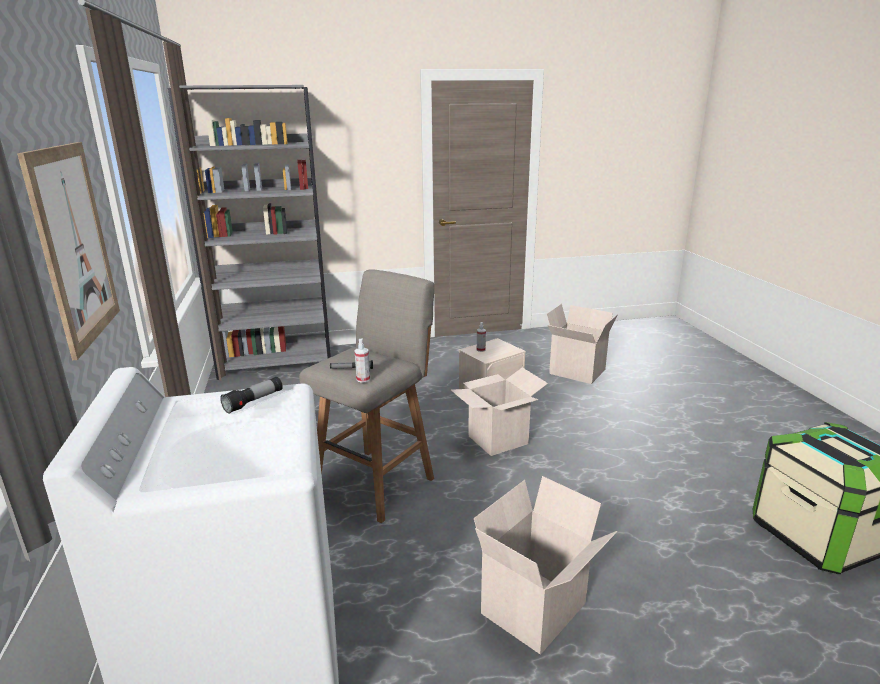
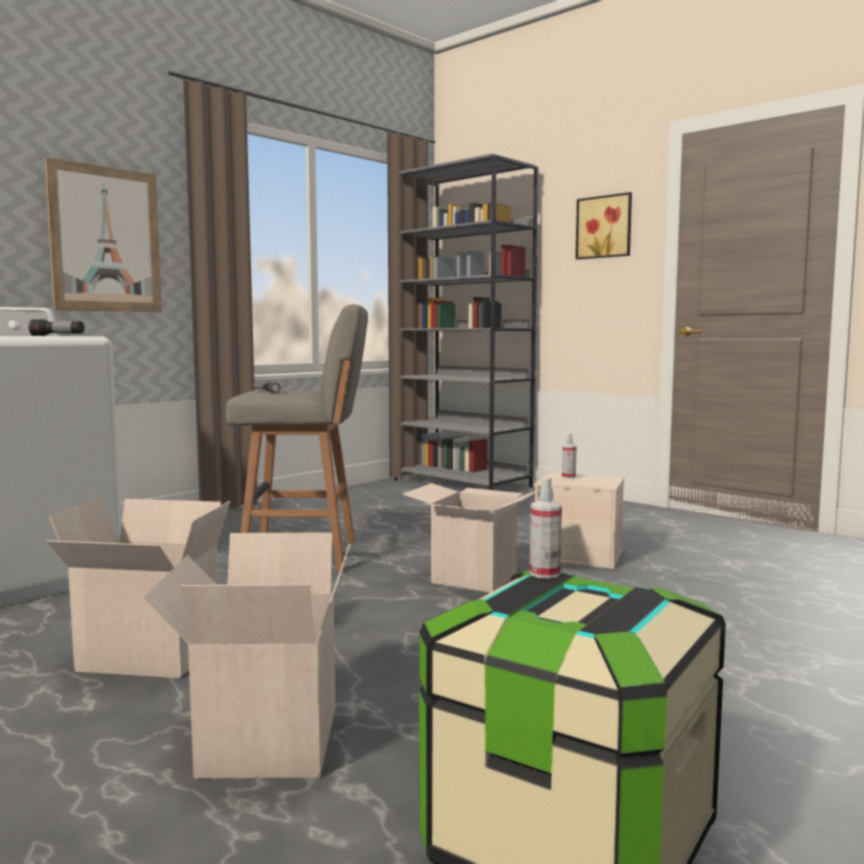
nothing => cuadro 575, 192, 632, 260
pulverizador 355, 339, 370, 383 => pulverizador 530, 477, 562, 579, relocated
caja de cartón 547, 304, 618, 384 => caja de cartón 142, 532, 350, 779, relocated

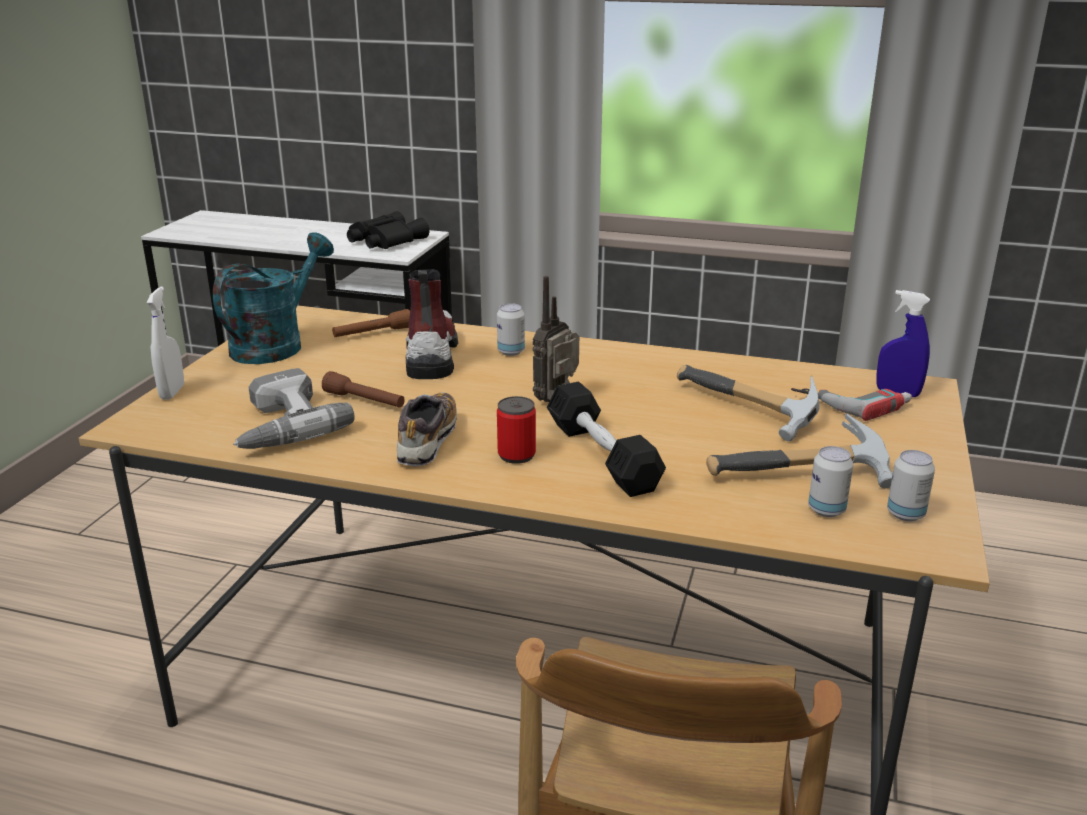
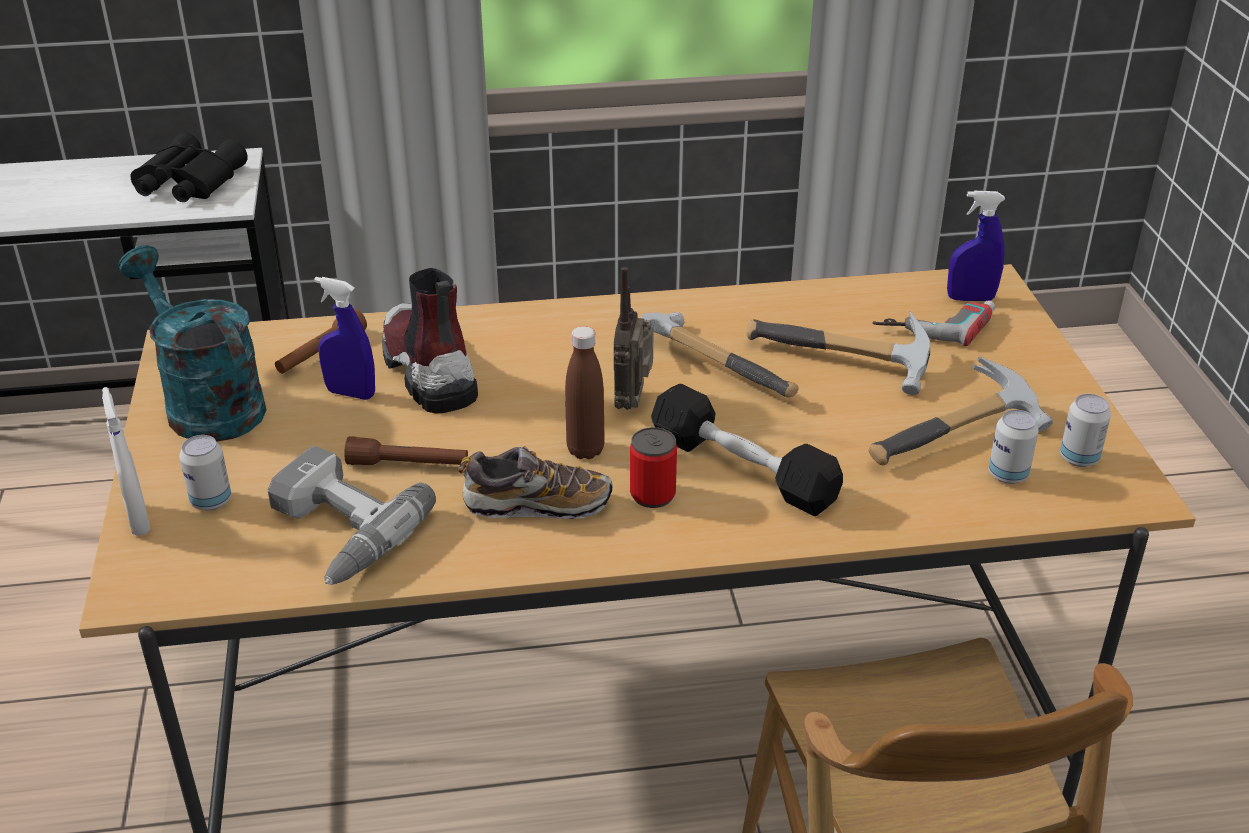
nothing => pulverizador [azul] 314, 277, 375, 400
nothing => botella [marrón] 565, 326, 605, 459
nothing => martillo 641, 312, 798, 397
lata 497, 303, 525, 356 => lata 179, 435, 231, 511, relocated
regadera [turquesa] 213, 232, 334, 364 => regadera [turquesa] 118, 245, 266, 442, 45 degrees counterclockwise
zapato 397, 392, 457, 467 => zapato 458, 446, 613, 519, 105 degrees clockwise

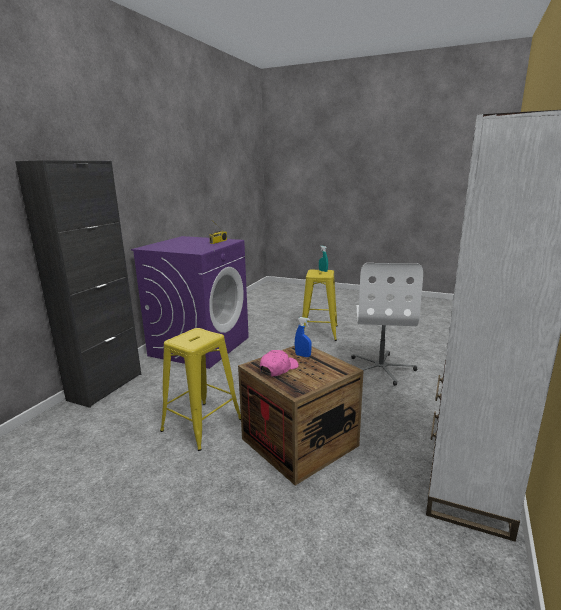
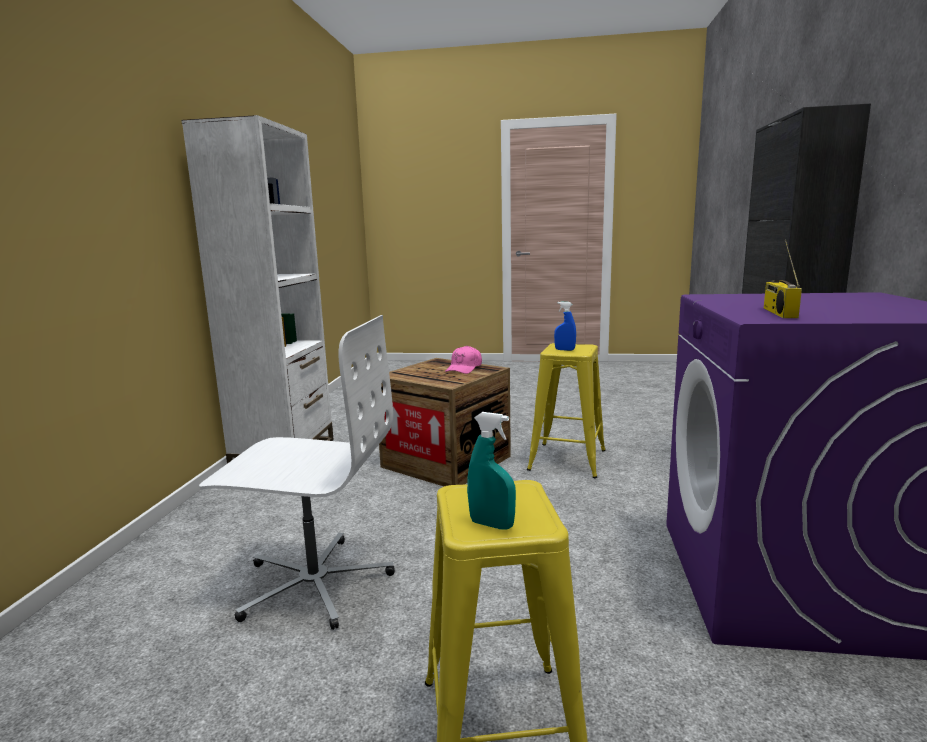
pulverizador [azul] 295, 317, 312, 357 => pulverizador [azul] 554, 302, 576, 351, relocated
silla de oficina [blanco] 351, 263, 423, 386 => silla de oficina [blanco] 199, 315, 395, 630, 105 degrees clockwise

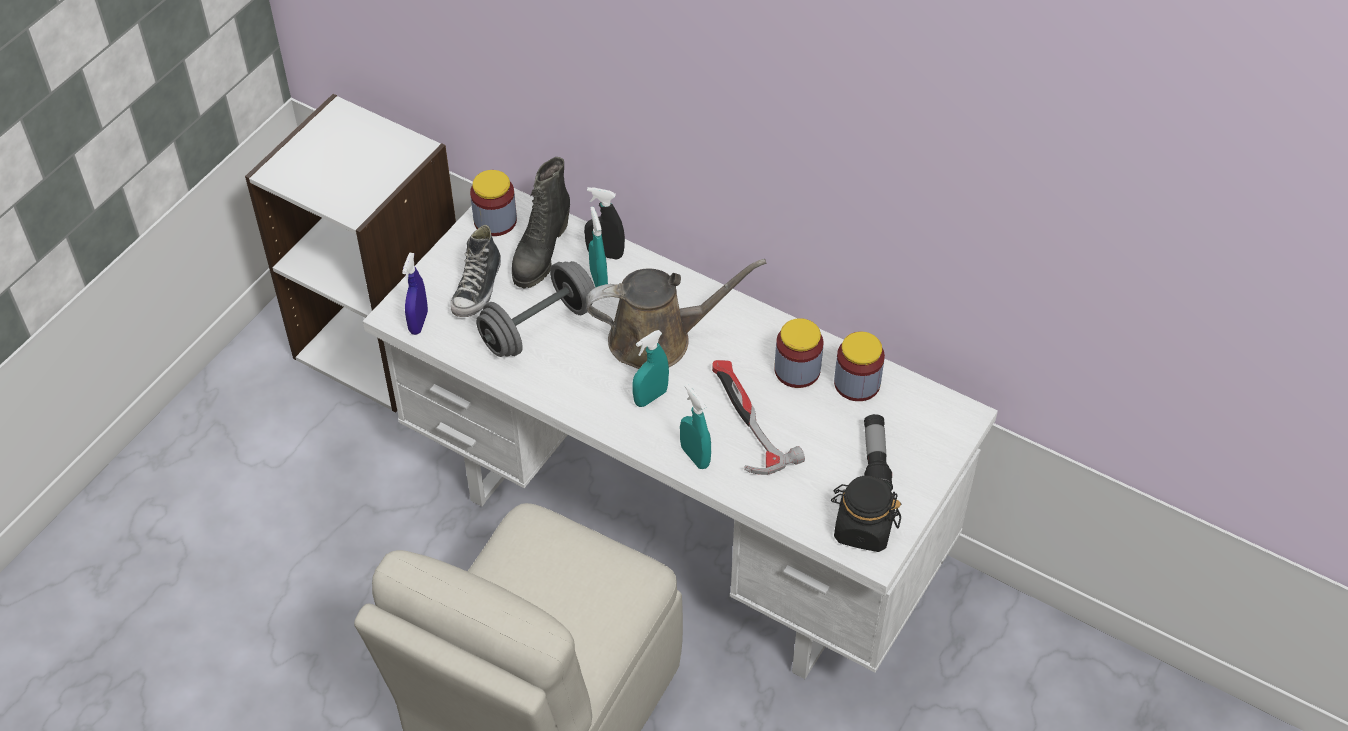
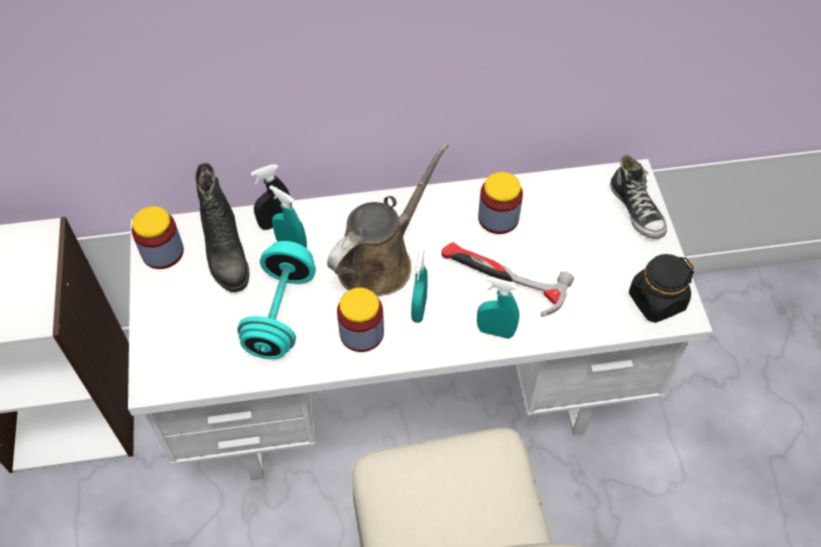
pulverizador [azul] 402, 253, 428, 335 => nothing
linterna 864, 414, 893, 491 => nothing
zapato 450, 225, 501, 317 => zapato 610, 154, 667, 239, relocated
tarro 834, 332, 885, 401 => tarro 337, 288, 384, 352, relocated
mancuerna [gris] 476, 261, 595, 357 => mancuerna [turquesa] 237, 241, 316, 359

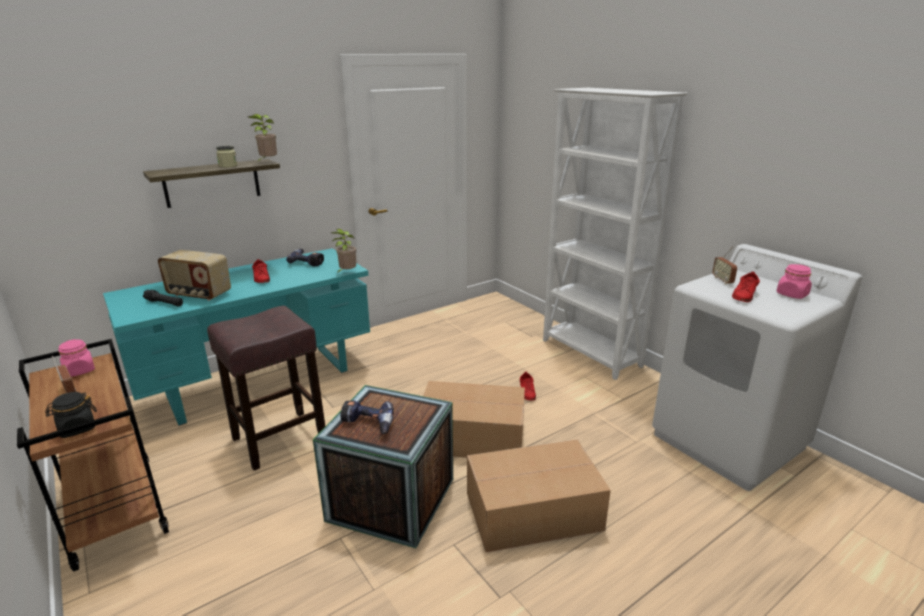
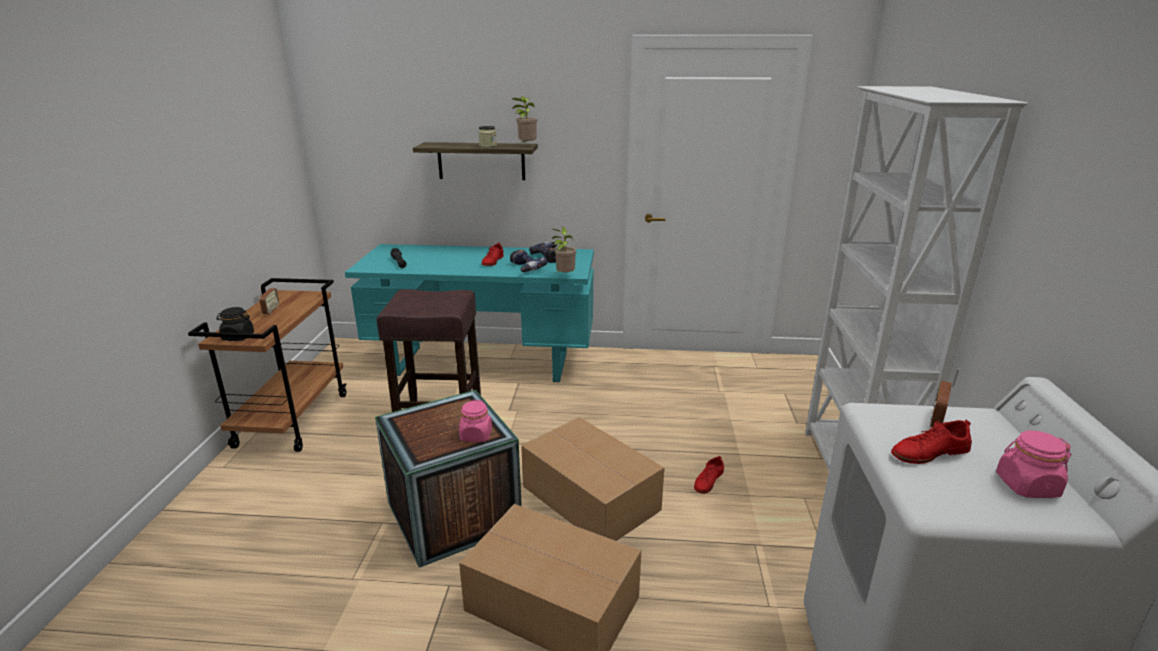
radio 158, 250, 231, 301 => nothing
tarro [rosa] 58, 339, 95, 377 => tarro [rosa] 459, 400, 492, 442, relocated
taladro 340, 400, 394, 434 => taladro 510, 250, 547, 272, relocated

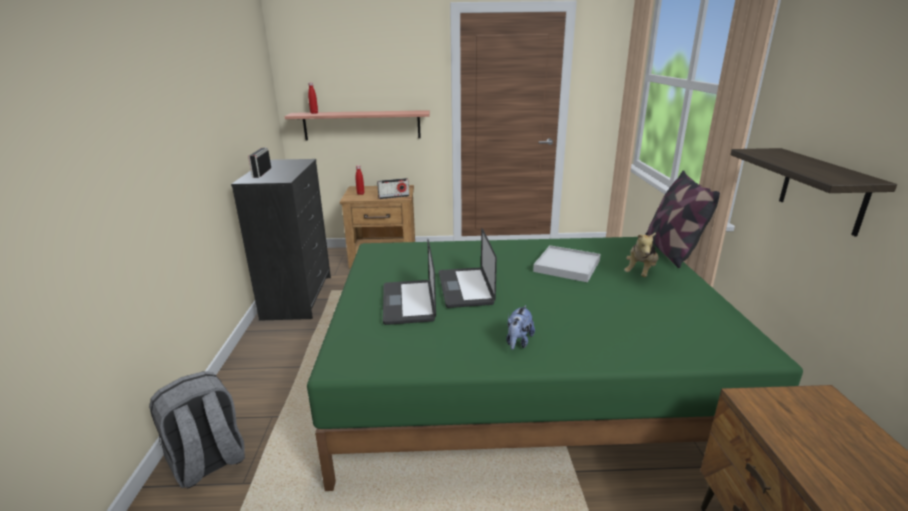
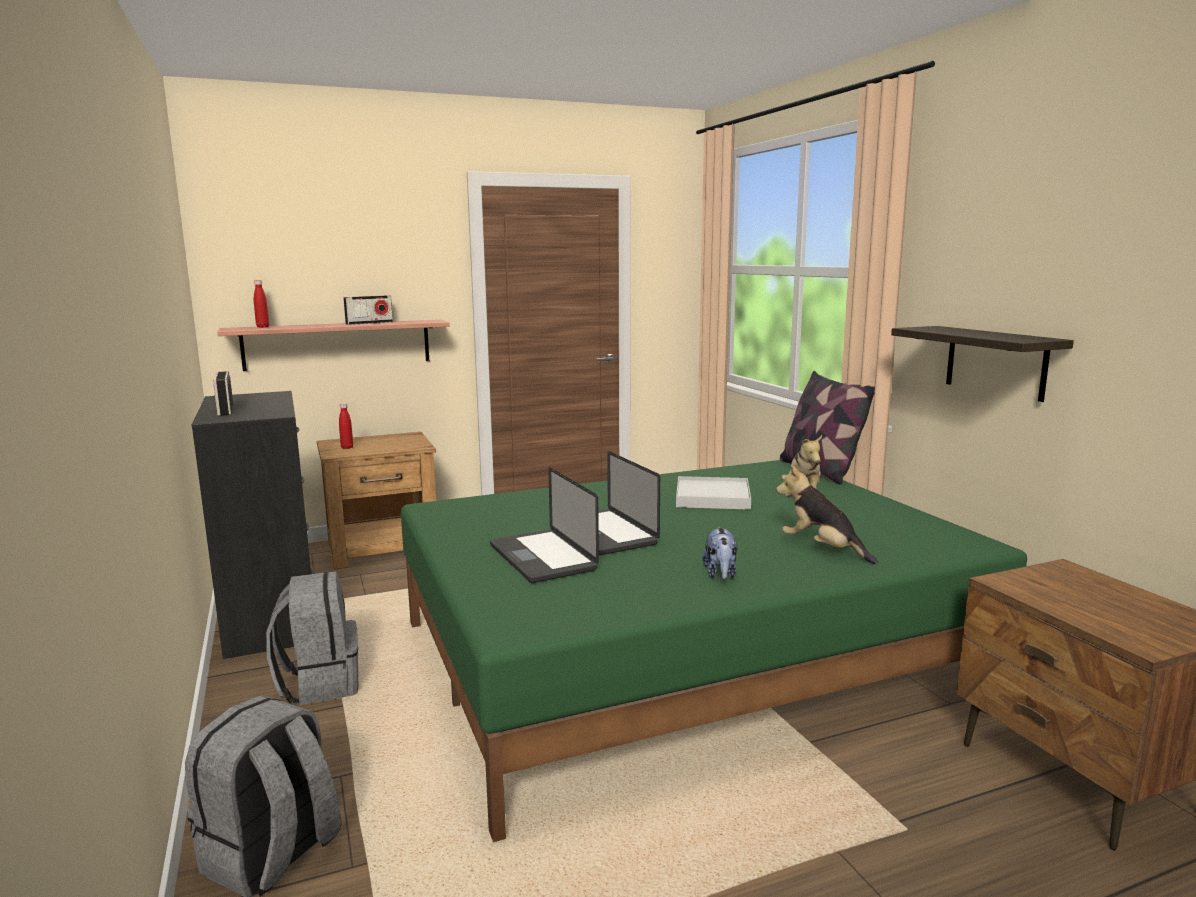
nothing => mochila [gris] 266, 571, 358, 705
nothing => peluche 776, 465, 878, 564
radio 377, 178, 409, 199 => radio 343, 295, 393, 325, relocated

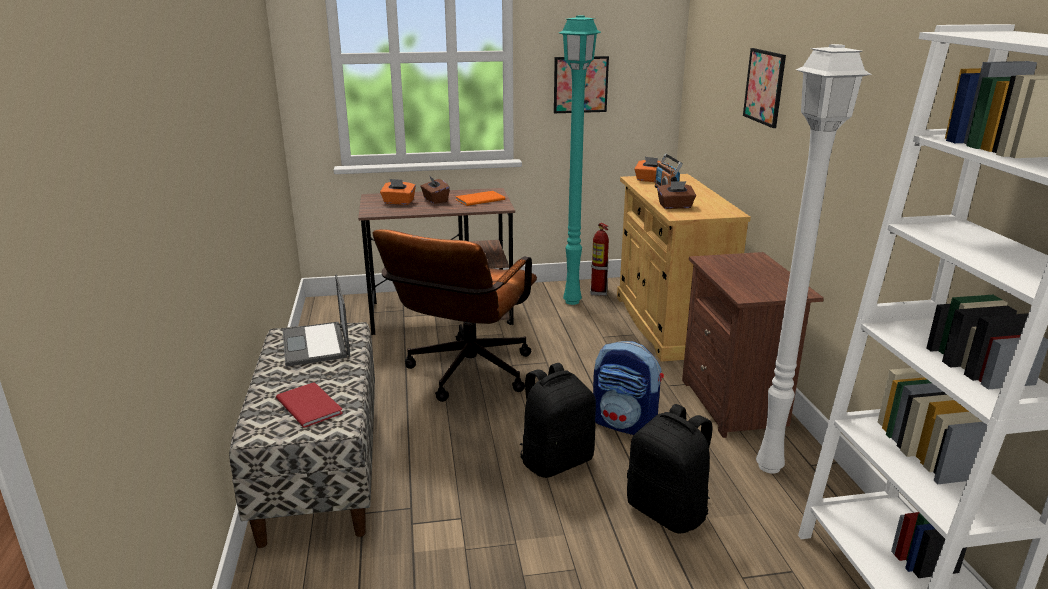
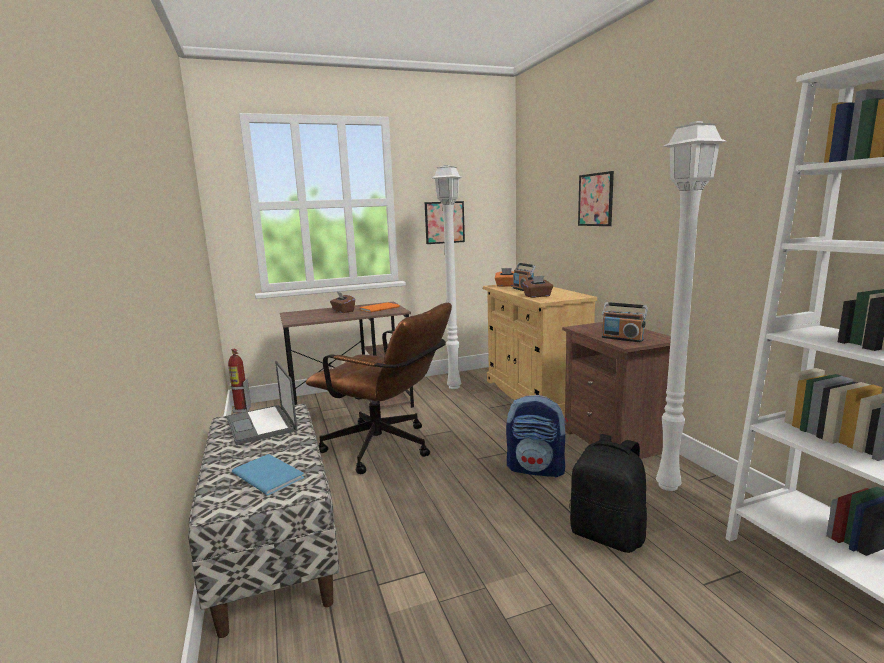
caja de pañuelos [naranja] 380, 179, 416, 205 => nothing
mochila [negro] 520, 363, 596, 478 => nothing
nothing => radio 602, 302, 648, 342
extintor 590, 223, 609, 296 => extintor 228, 348, 251, 413, relocated
libro [rojo] 276, 382, 343, 428 => libro [azul] 232, 454, 304, 495
lámpara de pie [turquesa] 559, 15, 601, 305 => lámpara de pie [blanco] 432, 165, 462, 389
silla de oficina [marrón] 372, 229, 537, 402 => silla de oficina [marrón] 306, 303, 452, 474, 75 degrees counterclockwise

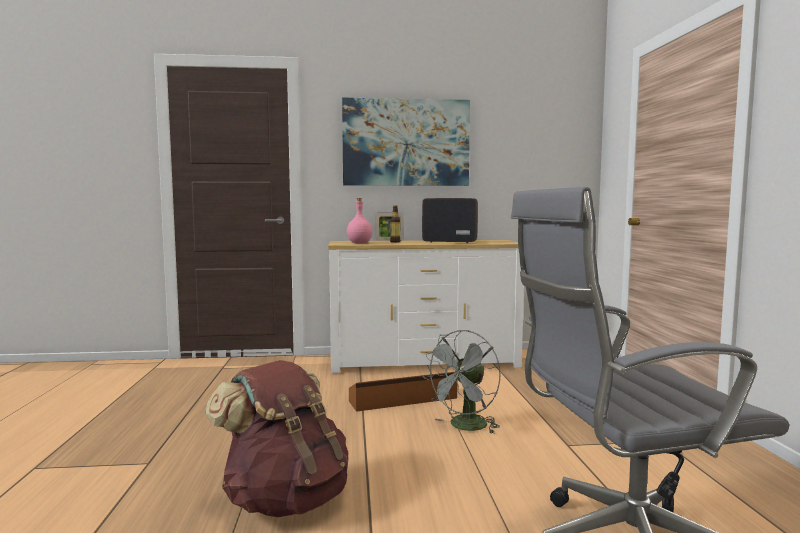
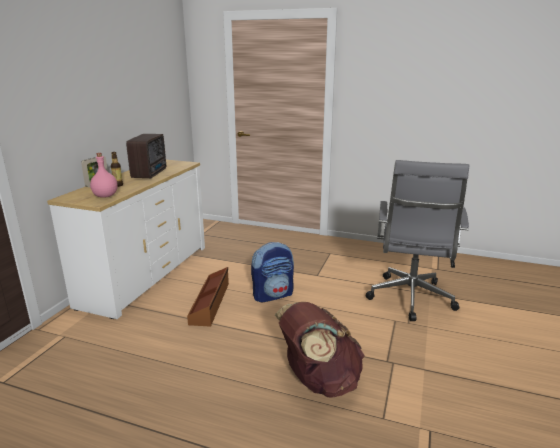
cuadro 342, 98, 470, 186 => nothing
ventilador [gris] 422, 330, 501, 434 => mochila 251, 242, 294, 302
radio 422, 198, 478, 243 => radio 126, 134, 166, 178, 150 degrees clockwise

